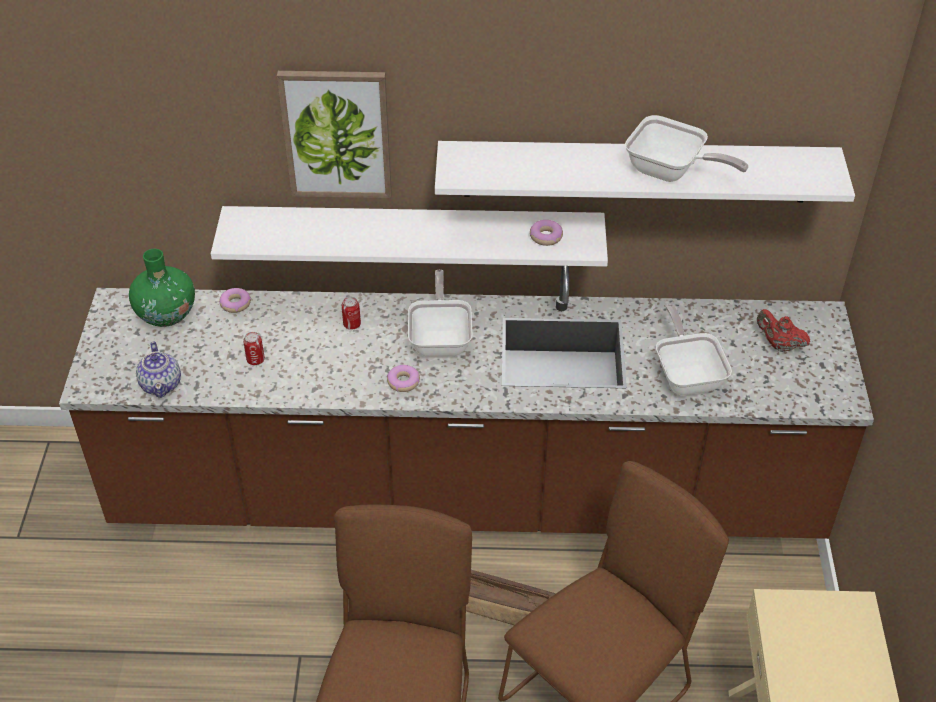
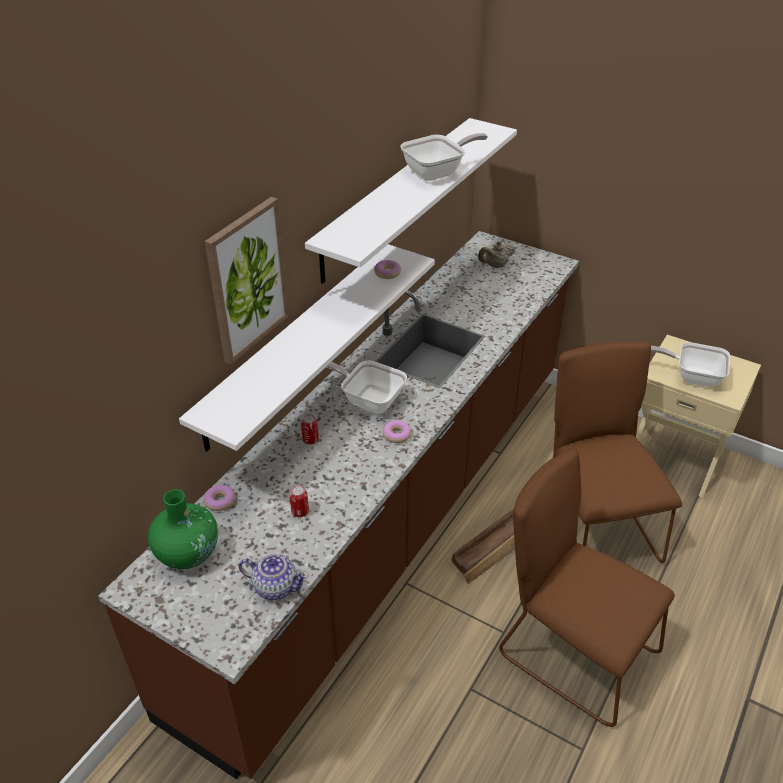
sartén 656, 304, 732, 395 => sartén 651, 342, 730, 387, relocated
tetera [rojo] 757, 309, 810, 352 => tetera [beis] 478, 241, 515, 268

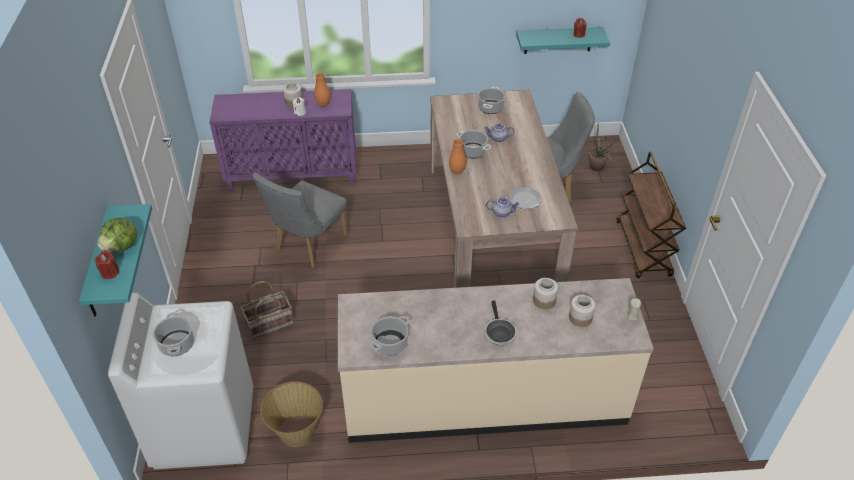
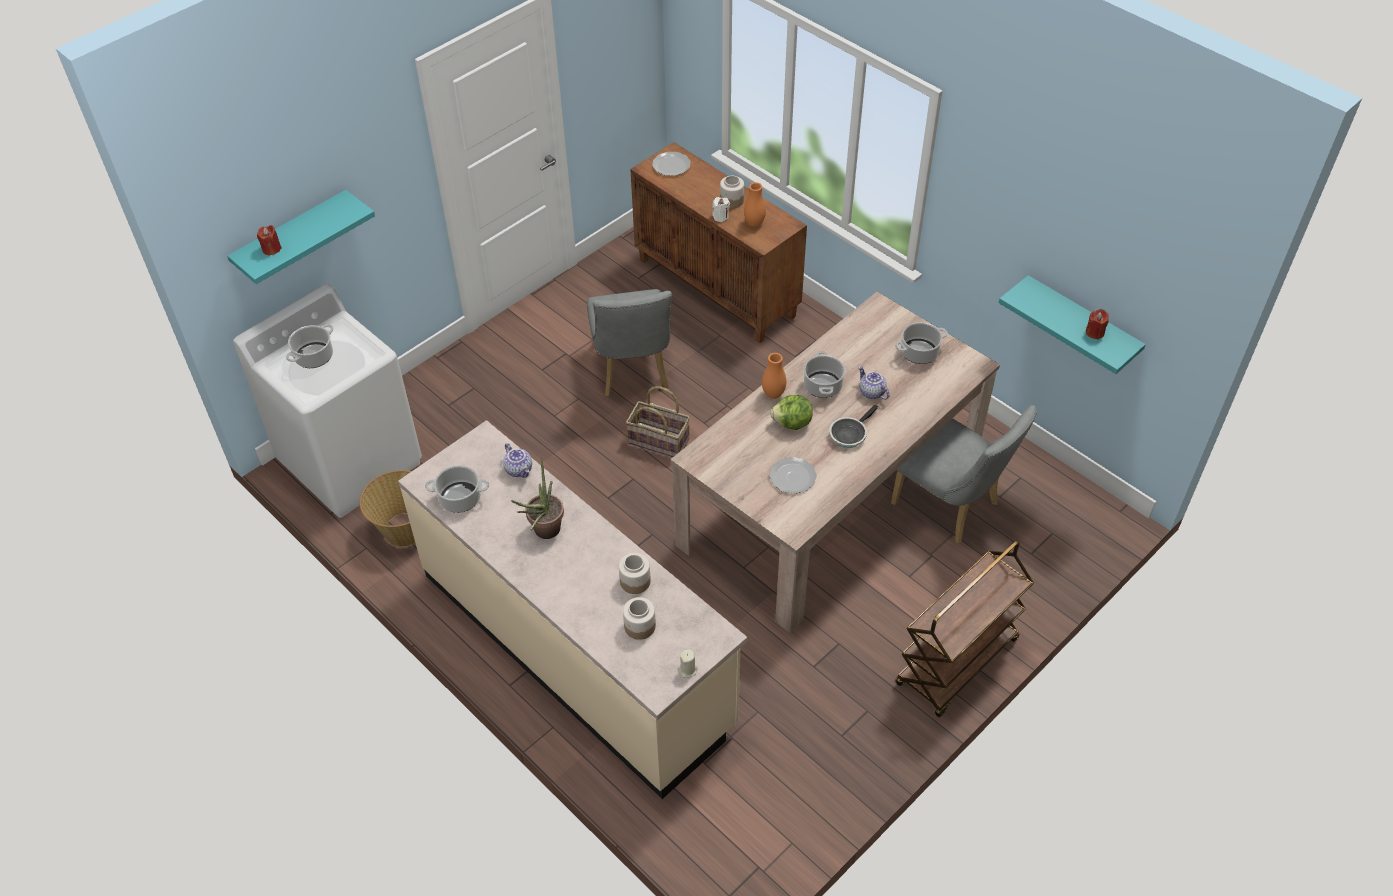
nothing => plato 652, 152, 691, 176
lechuga 97, 218, 137, 251 => lechuga 770, 395, 813, 430, relocated
cesta 240, 281, 294, 339 => cesta 626, 386, 690, 457, relocated
sartén 484, 301, 517, 346 => sartén 829, 405, 878, 448, relocated
tetera 486, 197, 520, 218 => tetera 503, 443, 532, 478, relocated
planta en maceta 589, 124, 618, 171 => planta en maceta 511, 458, 564, 539, relocated
armario [morado] 210, 89, 356, 191 => armario [marrón] 630, 142, 807, 343
silla [gris] 252, 173, 349, 268 => silla [gris] 587, 289, 672, 396, 90 degrees counterclockwise

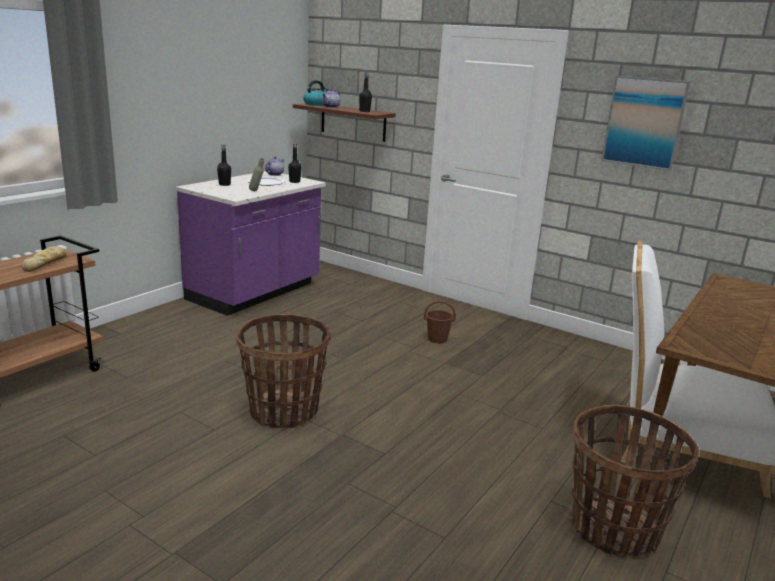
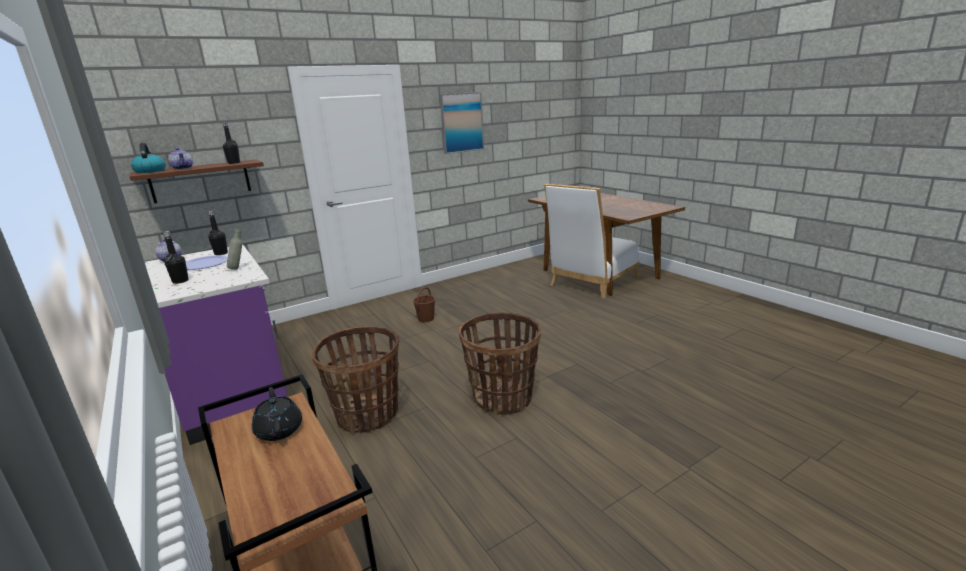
cesta 572, 405, 699, 557 => cesta 312, 327, 399, 434, relocated
pan 22, 246, 67, 272 => tetera [negro] 252, 387, 302, 441

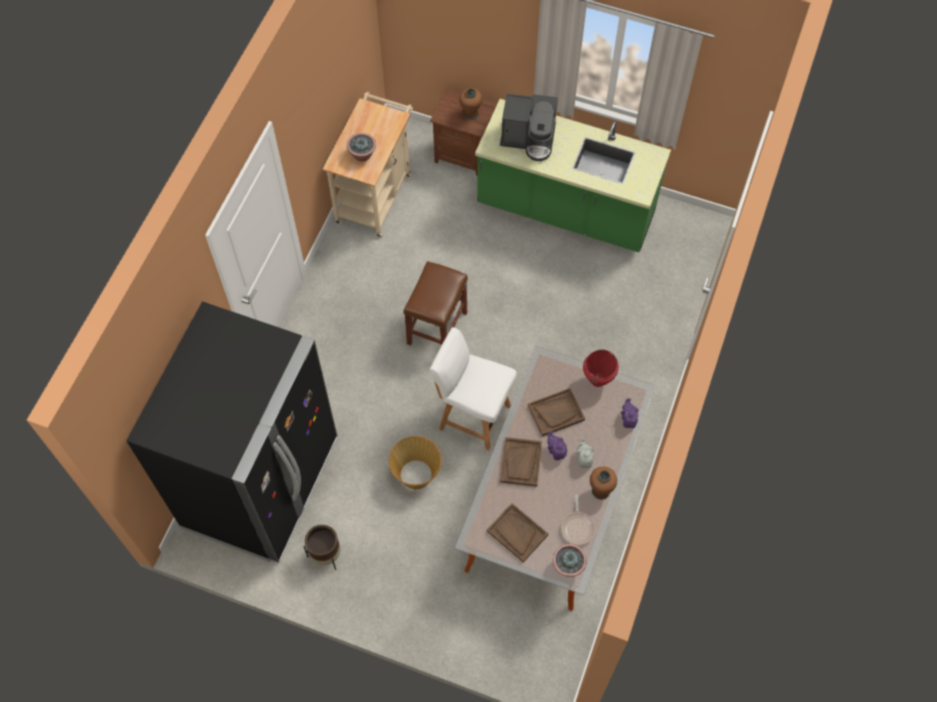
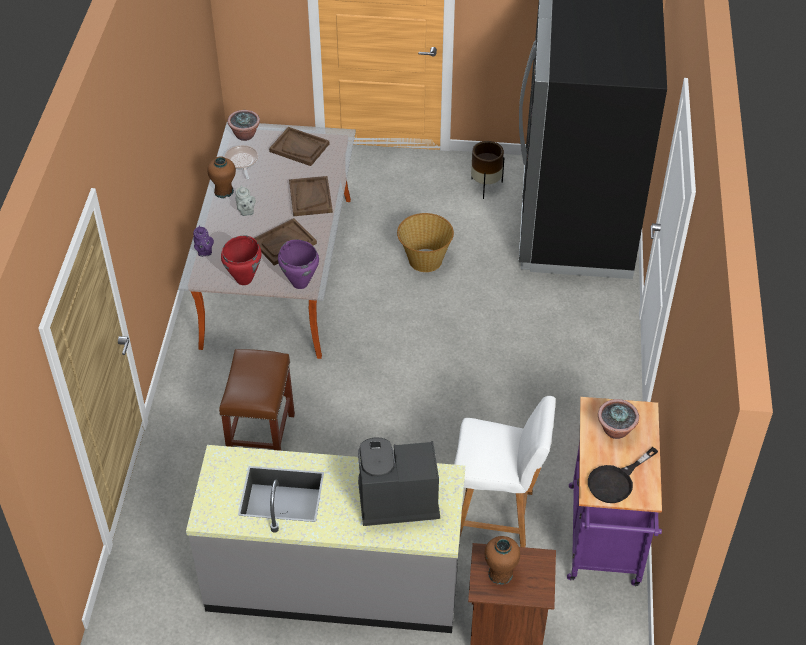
tetera [morado] 547, 431, 567, 460 => nothing
nothing => olla [morado] 278, 240, 319, 289
nothing => sartén [negro] 588, 447, 658, 503
taburete [marrón] 403, 261, 468, 346 => taburete [marrón] 219, 349, 295, 451, relocated
silla [blanco] 430, 327, 517, 450 => silla [blanco] 454, 396, 556, 547, relocated
carrito [beis] 323, 92, 413, 238 => carrito [morado] 567, 397, 662, 586
mueble bajo de cocina [verde] 475, 99, 671, 252 => mueble bajo de cocina [gris] 186, 445, 465, 633

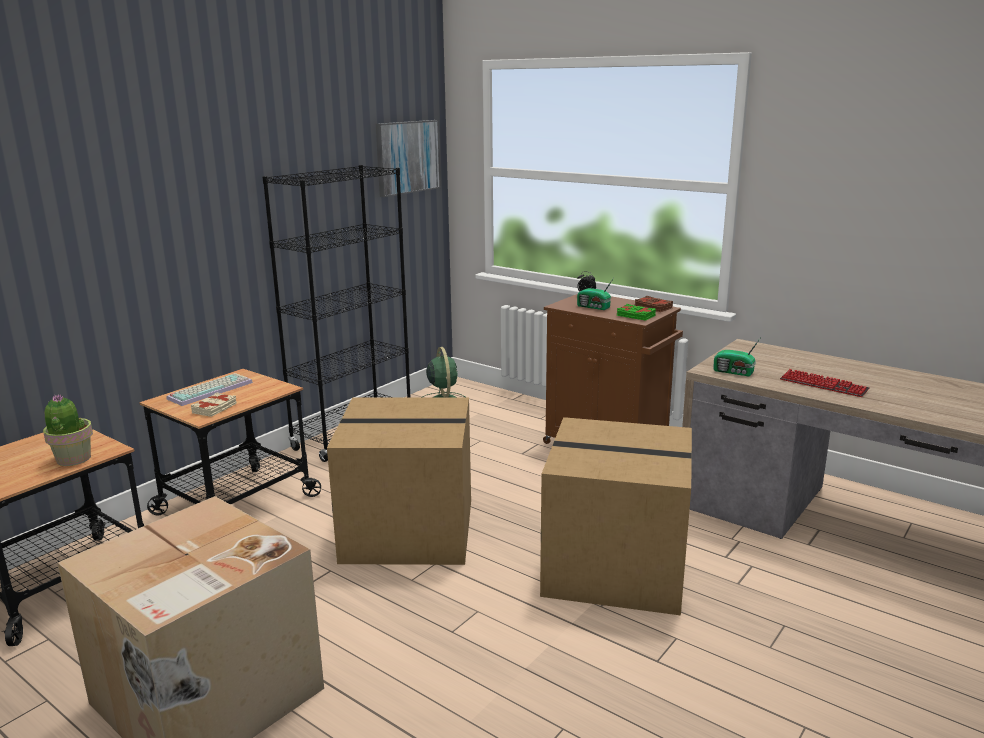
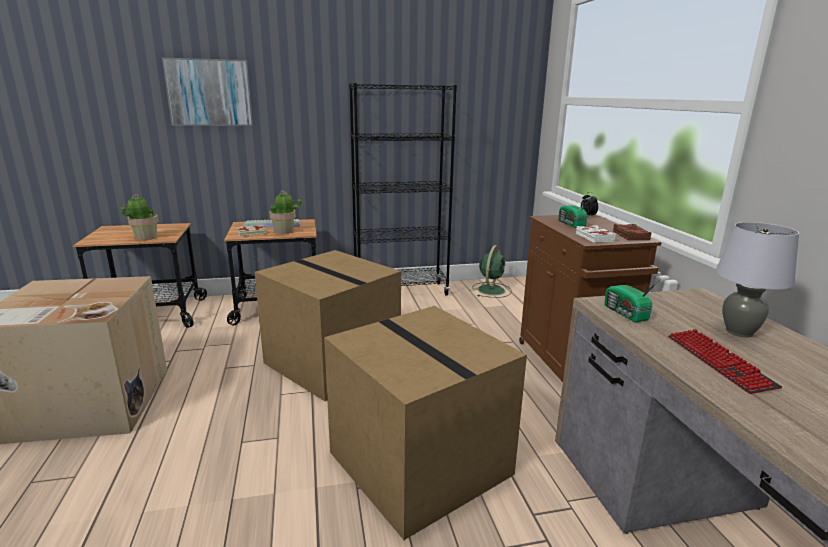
nothing => planta en maceta 269, 191, 301, 234
nothing => lámpara de mesa [gris] 715, 222, 799, 337
cuadro 376, 120, 441, 197 => cuadro 162, 58, 253, 126, relocated
libro [verde] 617, 304, 656, 321 => libro [blanco] 576, 225, 616, 243

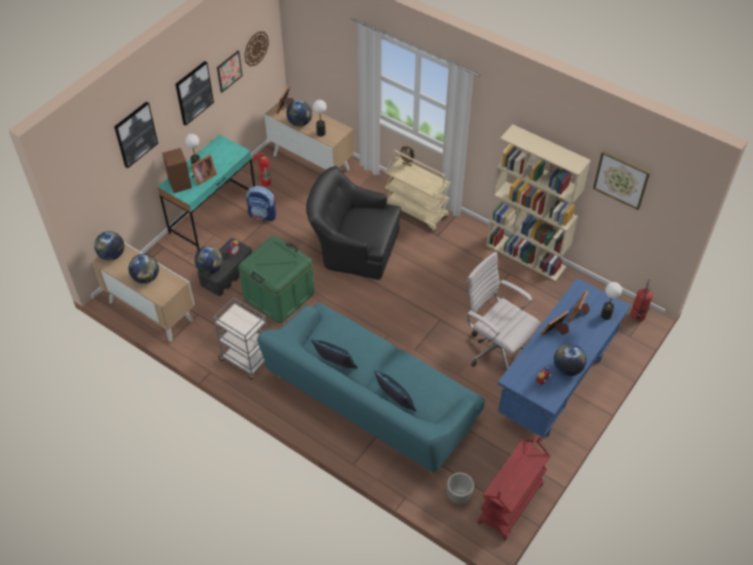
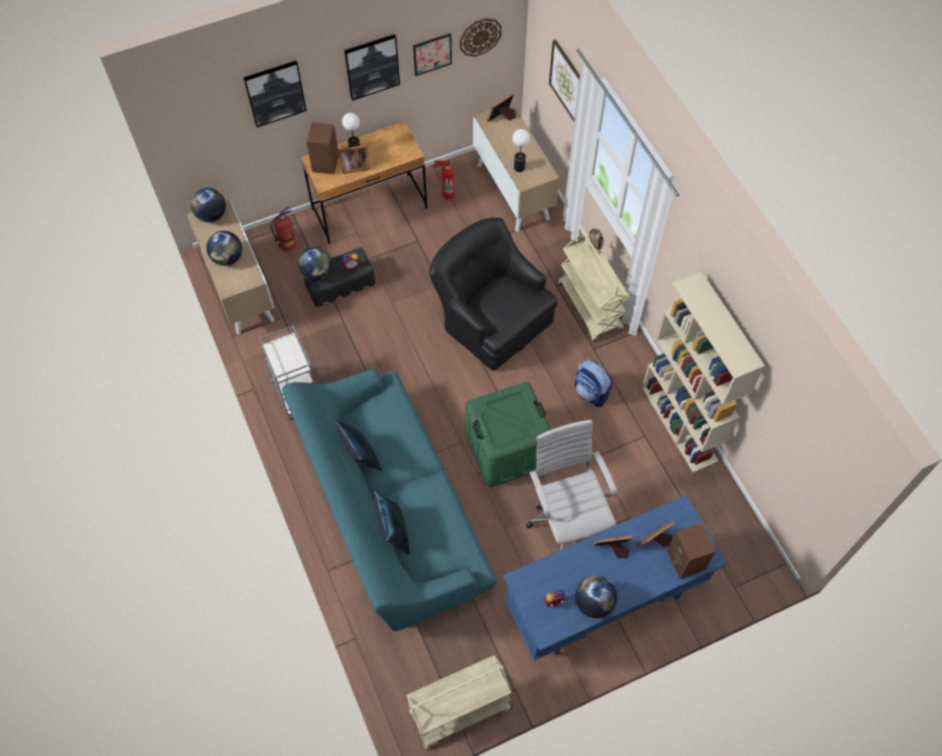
globo terráqueo 286, 100, 312, 127 => nothing
maceta 447, 473, 474, 504 => nothing
caja de almacenaje [verde] 238, 236, 315, 323 => caja de almacenaje [verde] 465, 382, 551, 487, relocated
mochila 246, 186, 276, 221 => mochila 575, 359, 612, 407, relocated
cuadro 593, 151, 650, 210 => cuadro 549, 40, 580, 121, relocated
extintor 630, 279, 652, 321 => extintor 271, 206, 297, 252, relocated
lámpara de mesa 601, 282, 622, 320 => altavoz [marrón] 667, 523, 716, 579
escritorio [turquesa] 158, 135, 255, 250 => escritorio [marrón] 301, 122, 427, 244
carrito [rojo] 478, 435, 550, 540 => carrito [beis] 406, 655, 512, 749

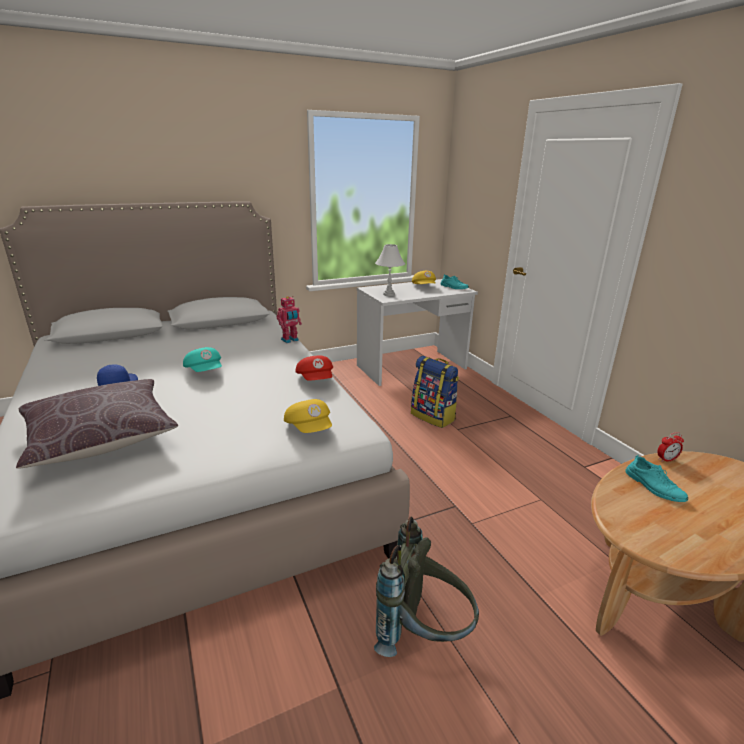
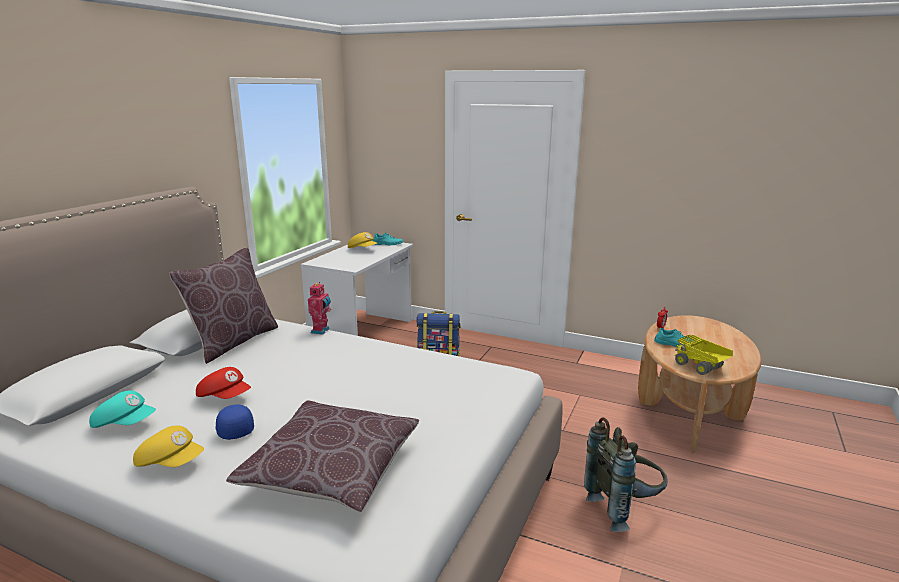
lámpara de mesa [blanco] 375, 244, 405, 296 => nothing
nothing => cojín [marrón] 169, 248, 278, 364
nothing => camión de juguete 675, 335, 733, 375
gorra [turquesa] 183, 347, 222, 372 => gorra [turquesa] 89, 390, 156, 428, relocated
gorra [amarillo] 284, 399, 332, 433 => gorra [amarillo] 133, 425, 204, 467, relocated
gorra [rojo] 295, 356, 333, 381 => gorra [rojo] 196, 367, 251, 399, relocated

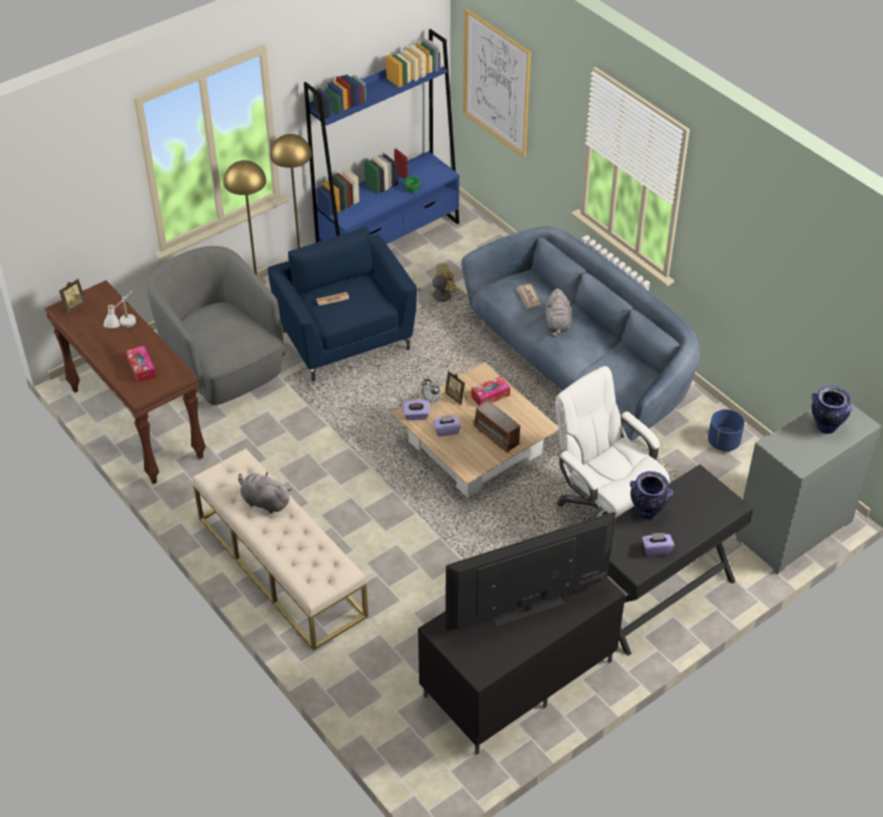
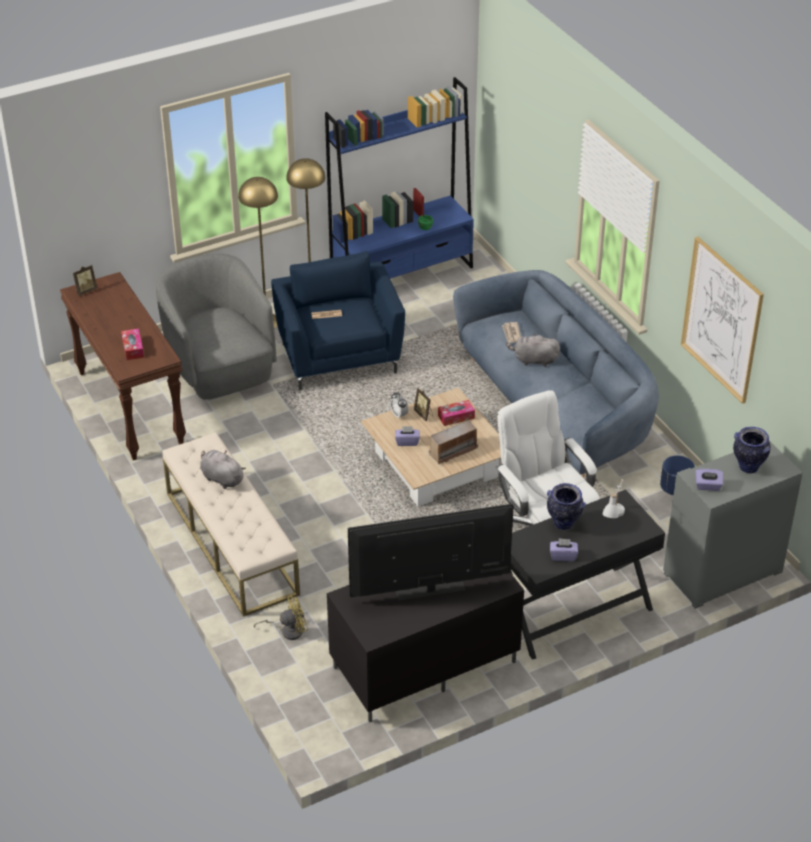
lámpara de mesa [blanco] 104, 290, 136, 328 => lámpara de mesa [blanco] 602, 479, 625, 518, relocated
caja de pañuelos [morado] 403, 399, 429, 420 => caja de pañuelos [morado] 695, 469, 723, 491, relocated
ventilador [amarillo] 417, 263, 458, 302 => ventilador [amarillo] 254, 596, 309, 640, relocated
cuadro 463, 9, 531, 158 => cuadro 681, 237, 764, 404, relocated
radio 473, 400, 522, 453 => radio 429, 420, 479, 464, 90 degrees counterclockwise
peluche [gris] 546, 288, 572, 337 => peluche [gris] 506, 333, 560, 367, 90 degrees clockwise

